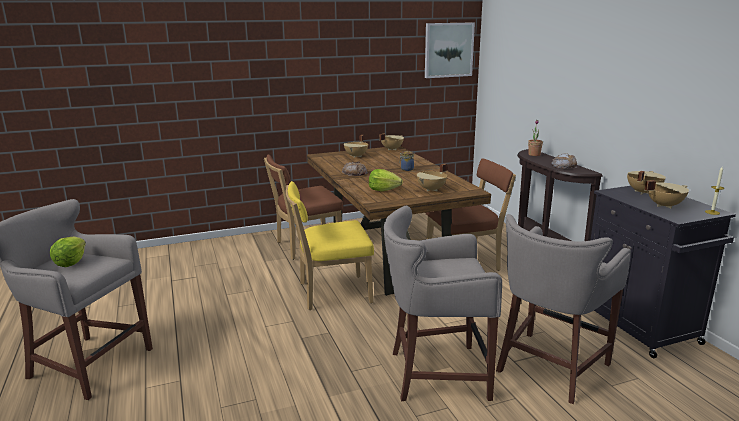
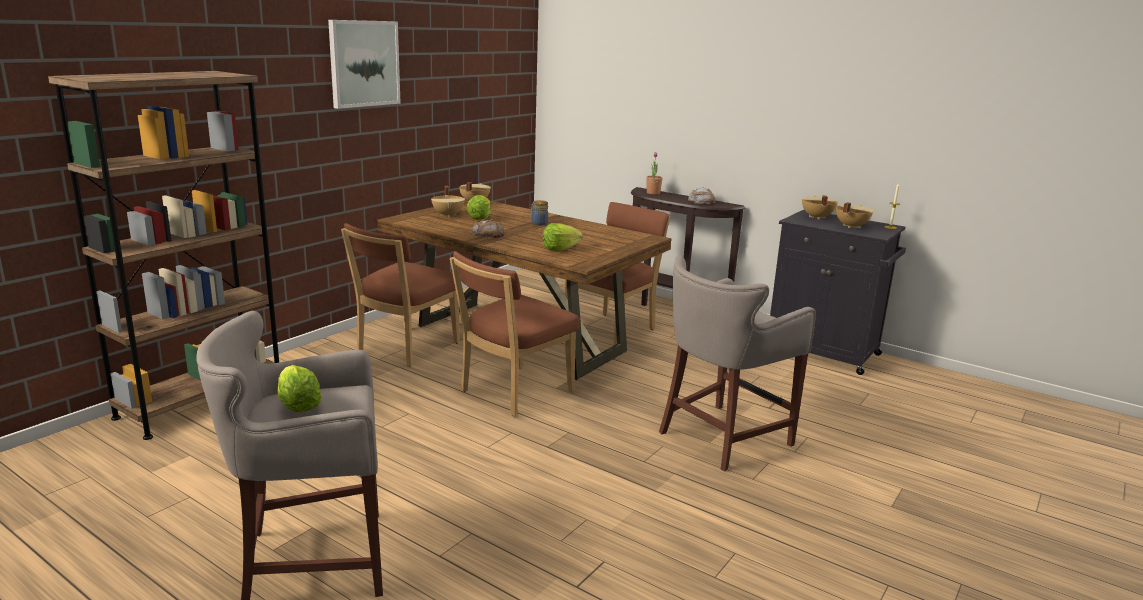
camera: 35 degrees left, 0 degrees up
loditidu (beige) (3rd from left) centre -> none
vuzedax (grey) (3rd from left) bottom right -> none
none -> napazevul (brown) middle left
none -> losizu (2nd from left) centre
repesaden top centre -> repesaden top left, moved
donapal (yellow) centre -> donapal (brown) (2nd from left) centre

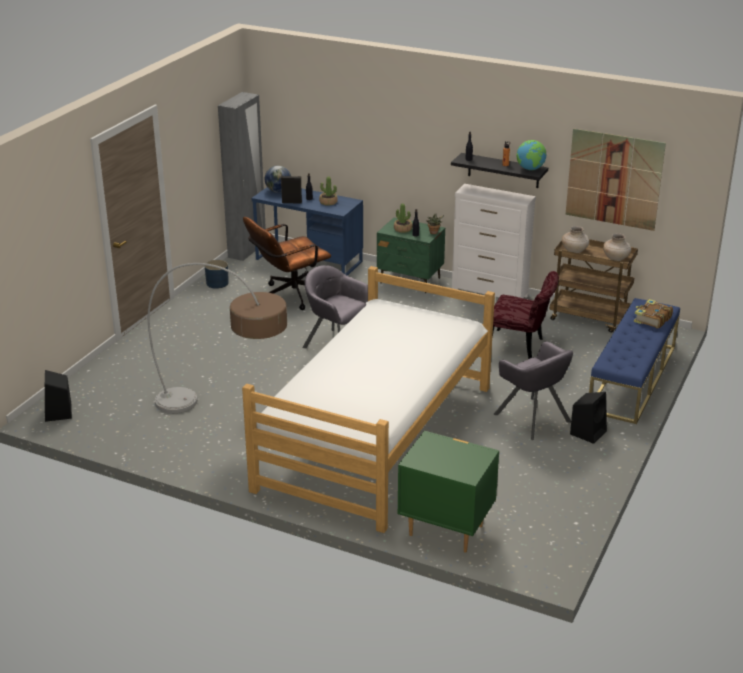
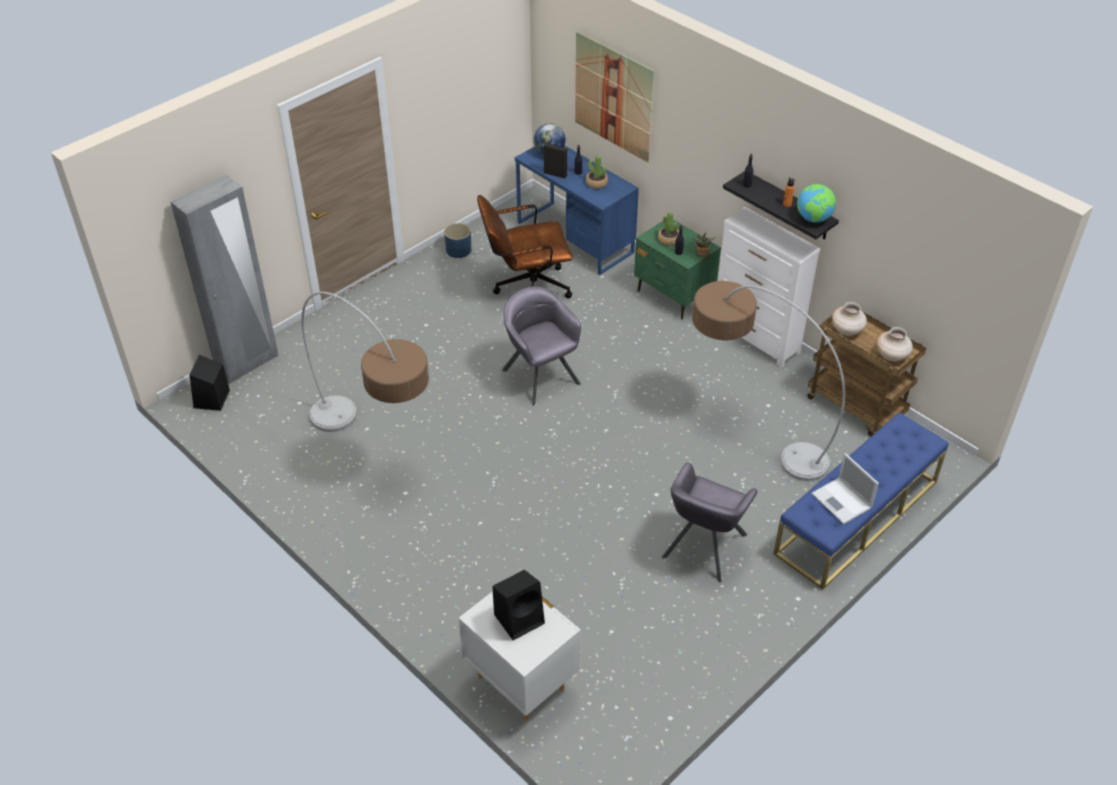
camera: 20 degrees right, 15 degrees up
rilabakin centre -> none
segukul middle right -> none
none -> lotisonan middle right
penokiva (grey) top left -> penokiva (grey) middle left, moved
repesaden top right -> repesaden top centre, moved
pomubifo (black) (3rd from left in the first image) middle right -> pomubifo (black) (2nd from left) bottom centre, moved
donapal (red) middle right -> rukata (2nd from left) middle right
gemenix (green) (2nd from left) bottom centre -> gemenix (white) bottom centre
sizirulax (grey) (2nd from left) middle right -> sizirulax (grey) (2nd from left) centre, 45 degrees clockwise

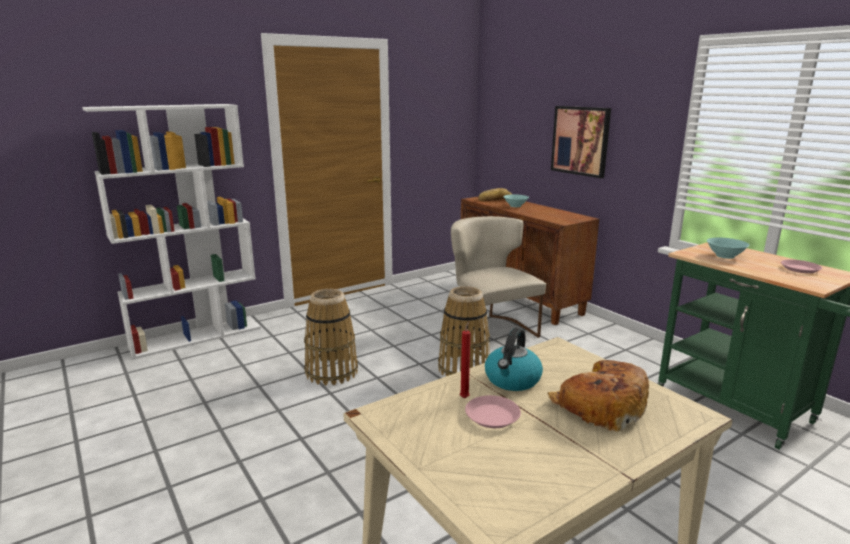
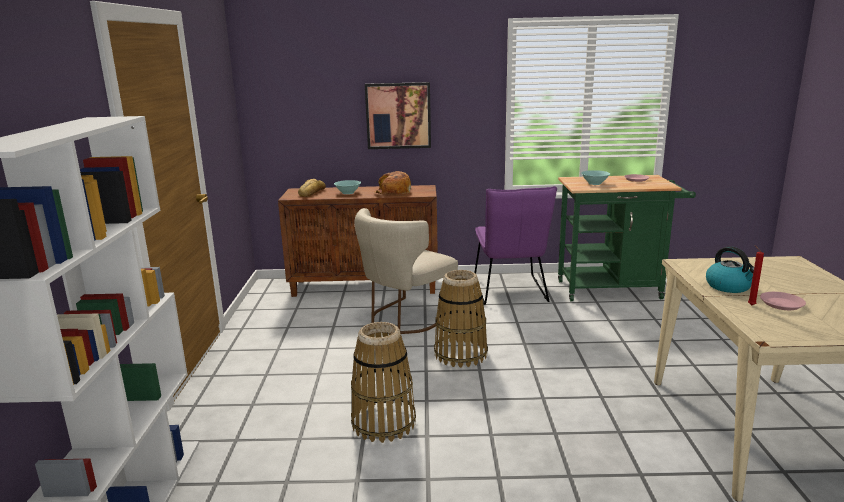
camera: 55 degrees left, 0 degrees up
none -> donapal (purple) centre
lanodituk (2nd from left) bottom right -> lanodituk (2nd from left) centre, moved
donapal (beige) centre, 60 degrees counterclockwise

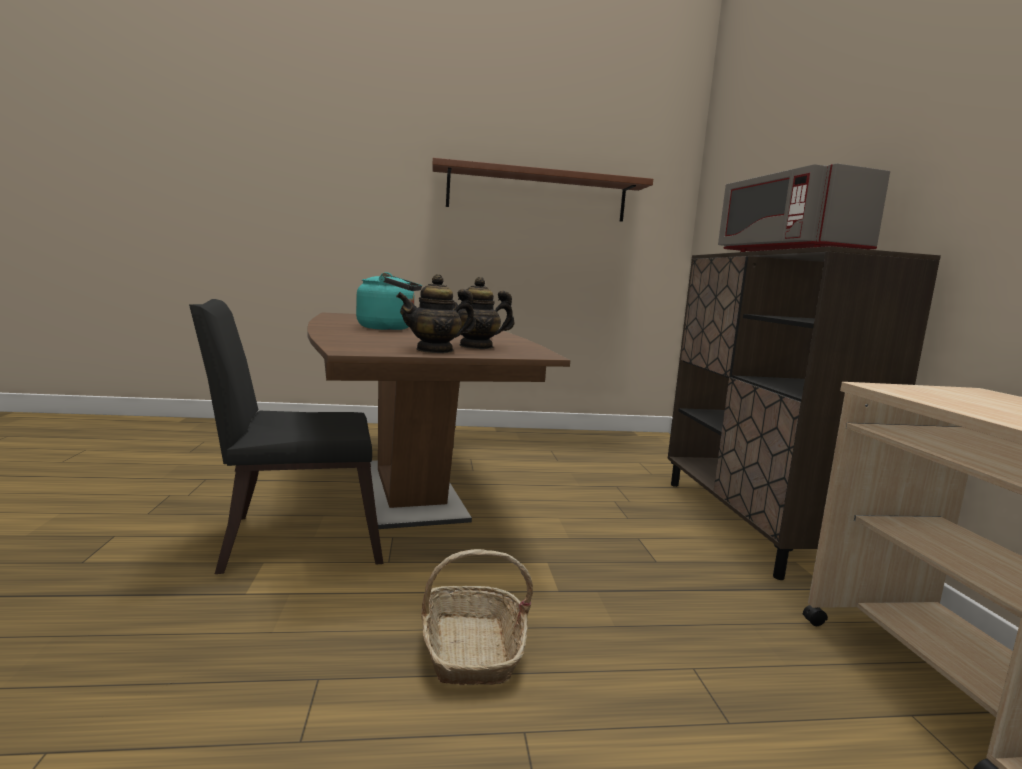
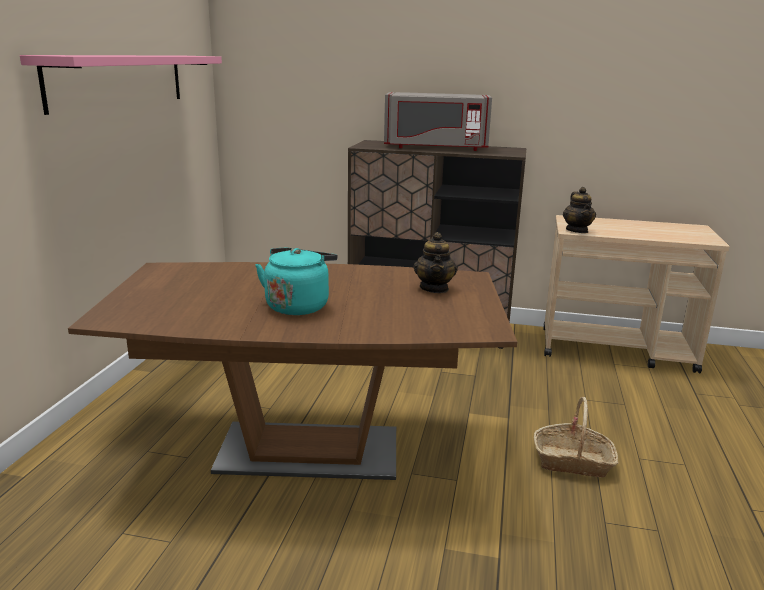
camera: 70 degrees left, 10 degrees up
donapal (black) middle left -> none
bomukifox (1st from left in the first image) centre -> bomukifox (2nd from left) middle right, moved
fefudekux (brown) top centre -> fefudekux (pink) top left

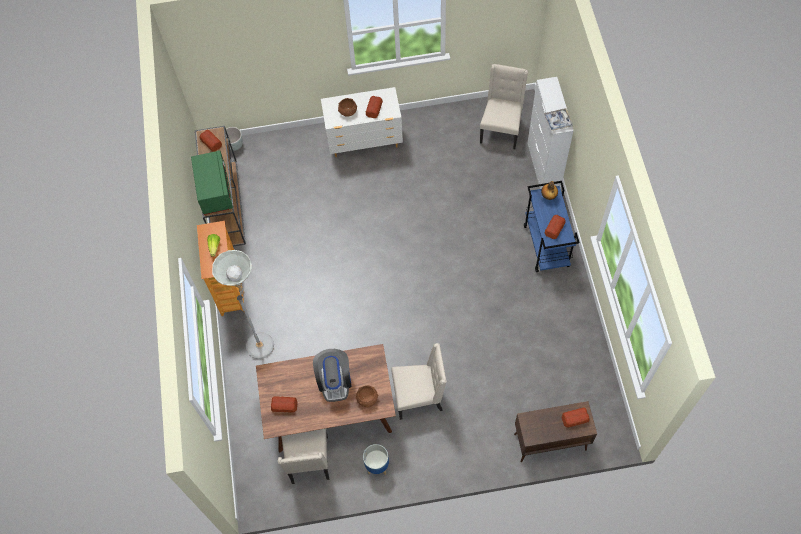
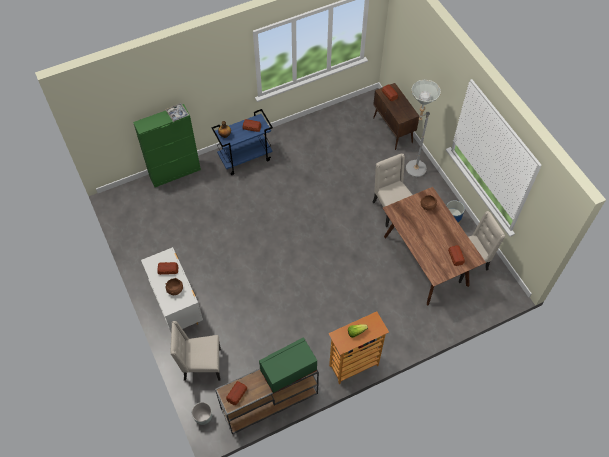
camera: 110 degrees left, 5 degrees down
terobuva bottom centre -> none
rukata (grey) middle left -> rukata (grey) top right, moved
donapal (beige) (3rd from left in the first image) top centre -> donapal (beige) (1st from left) bottom left, moved
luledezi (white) top right -> luledezi (green) top left

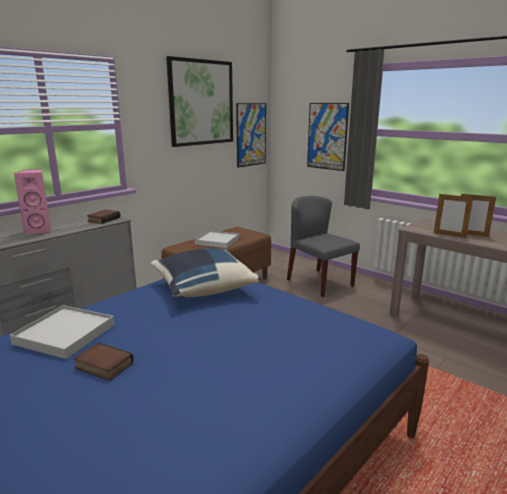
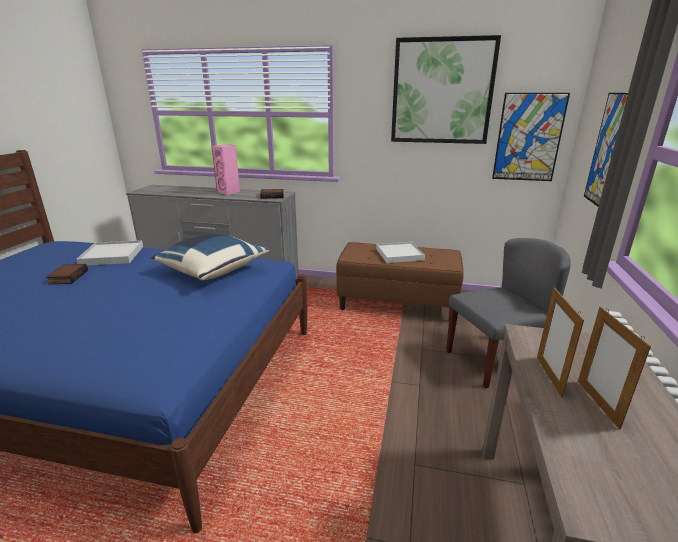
camera: 60 degrees right, 5 degrees up
donapal (grey) centre -> donapal (grey) middle right, 45 degrees clockwise

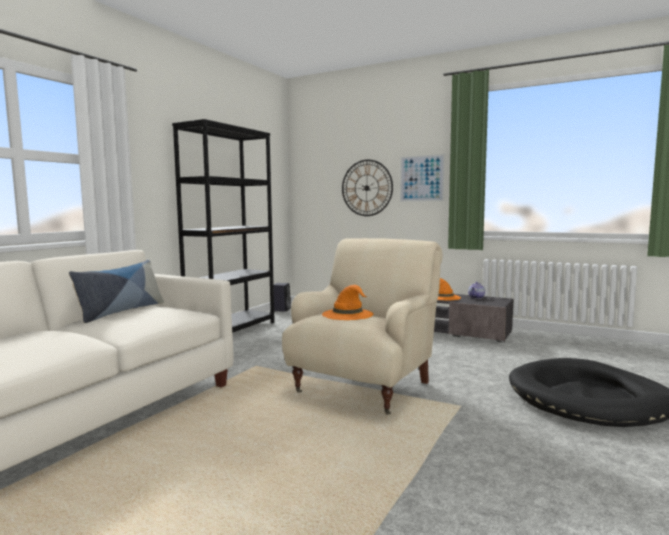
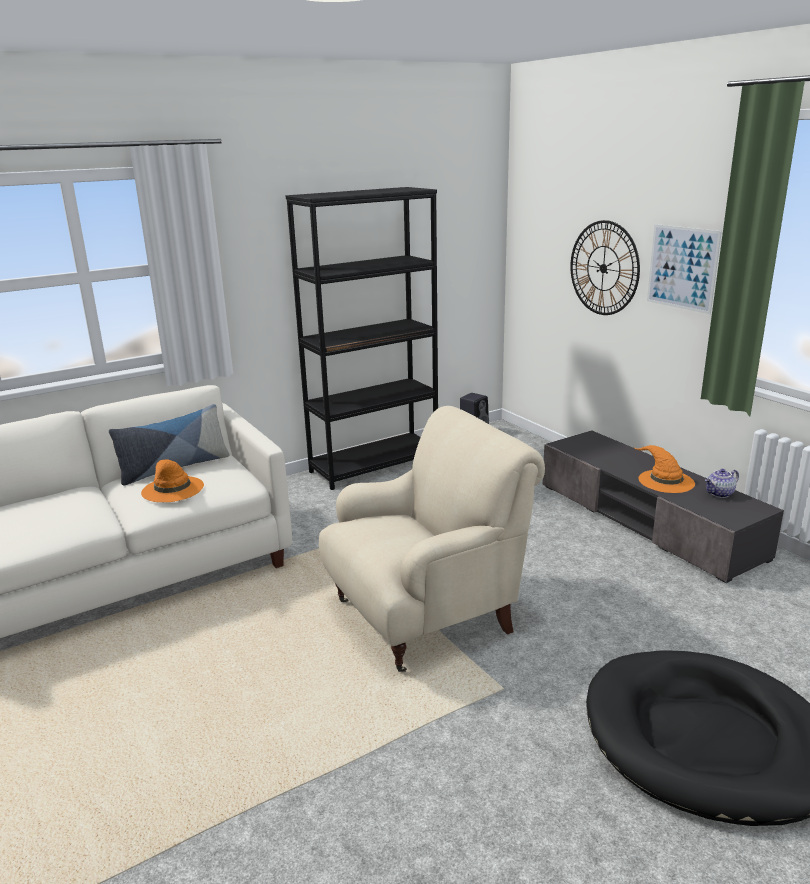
camera: 30 degrees right, 15 degrees up
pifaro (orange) (1st from left) centre -> pifaro (orange) (1st from left) middle left, moved

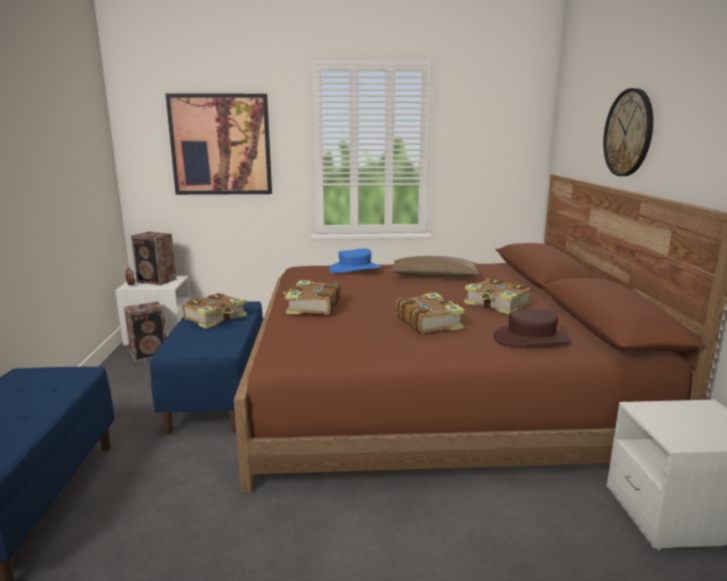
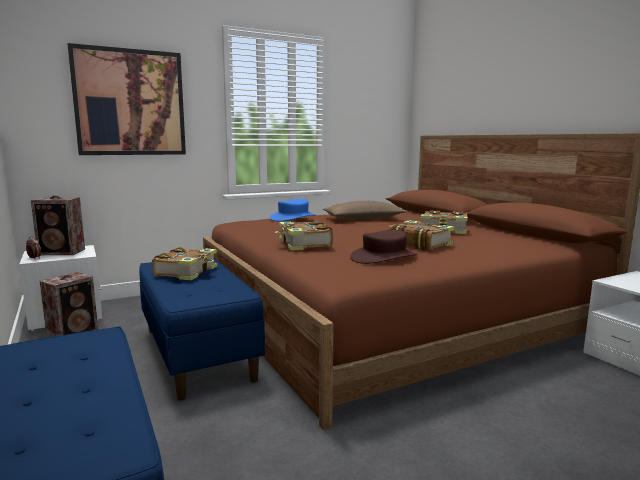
camera: 25 degrees left, 5 degrees down
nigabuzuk top right -> none
pifaro (brown) middle right -> pifaro (brown) centre, moved

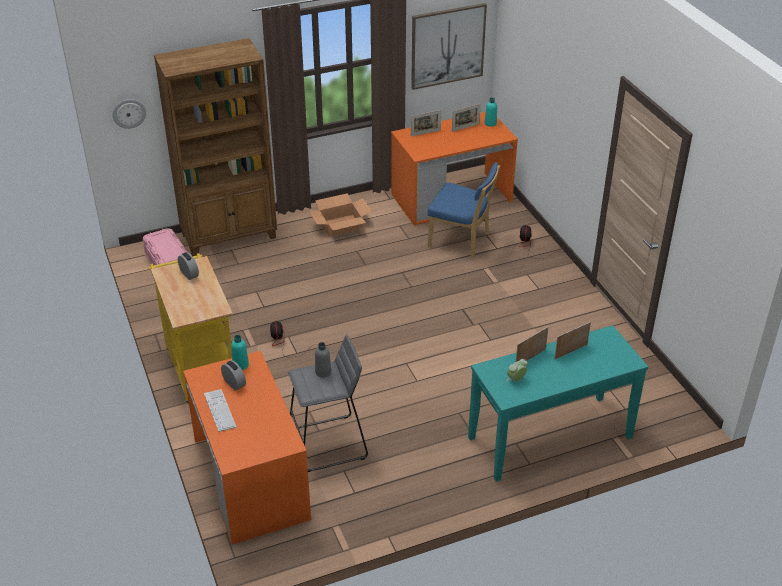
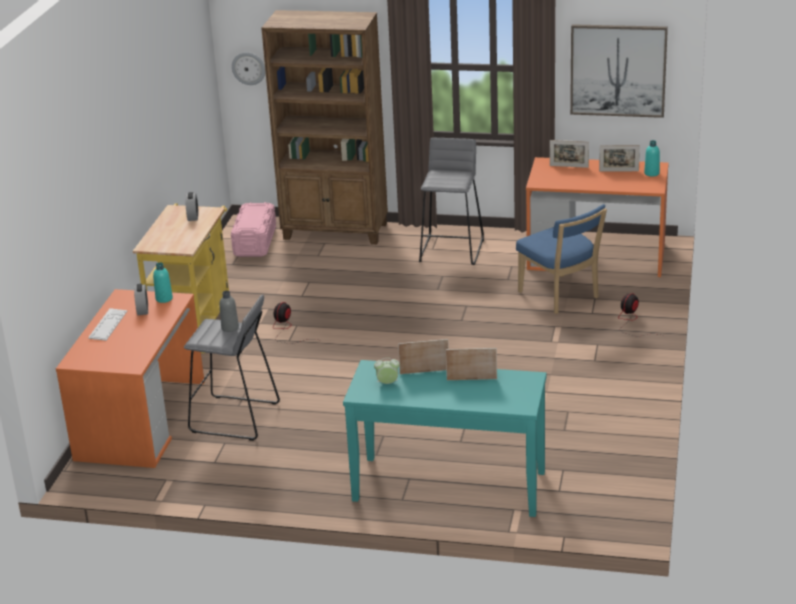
camera: 35 degrees right, 10 degrees down
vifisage centre -> vuzedax (grey) (2nd from left) top centre

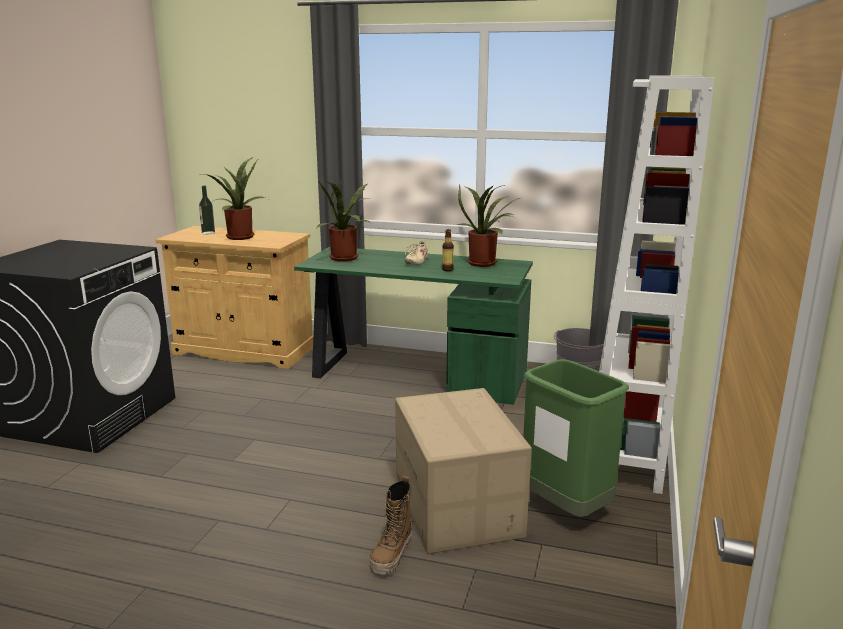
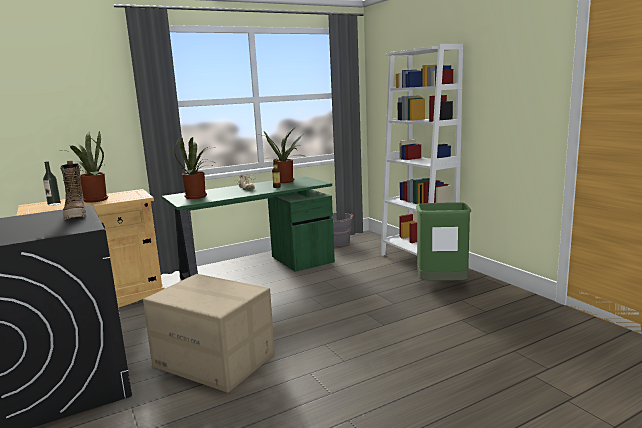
camera: 45 degrees left, 5 degrees down
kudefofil bottom centre -> kudefofil middle left, moved
vifisage bottom centre -> vifisage bottom left, moved

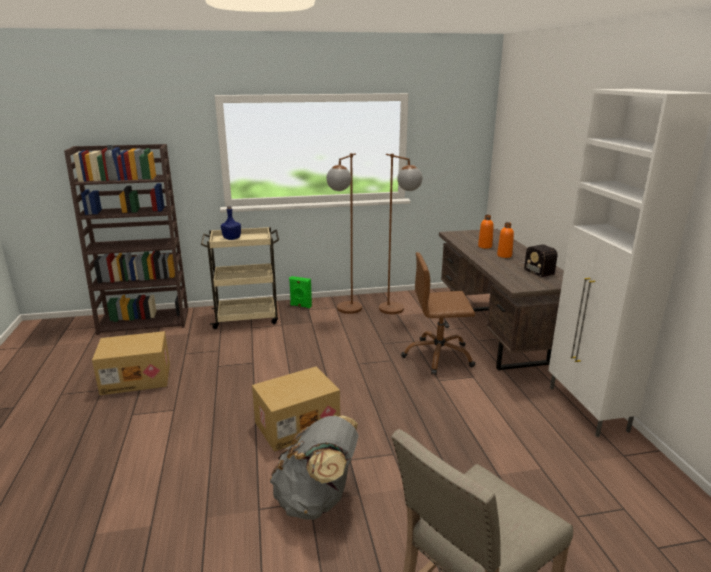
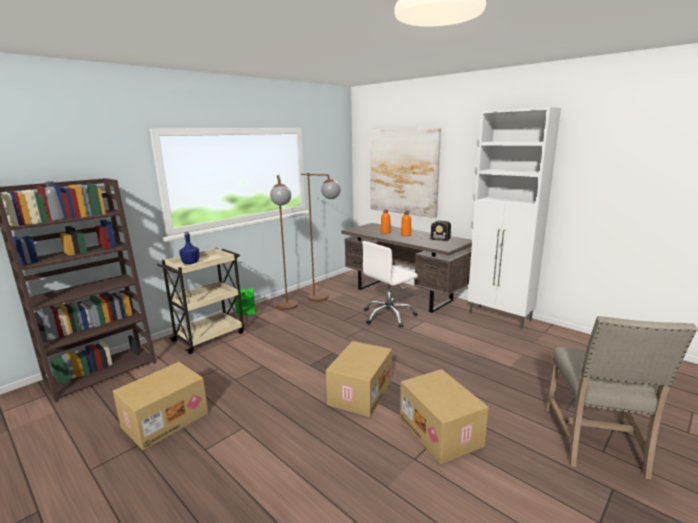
camera: 35 degrees left, 5 degrees down
none -> repesaden top centre
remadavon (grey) bottom centre -> vifisage (3rd from left) bottom centre
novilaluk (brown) centre -> novilaluk (white) centre

